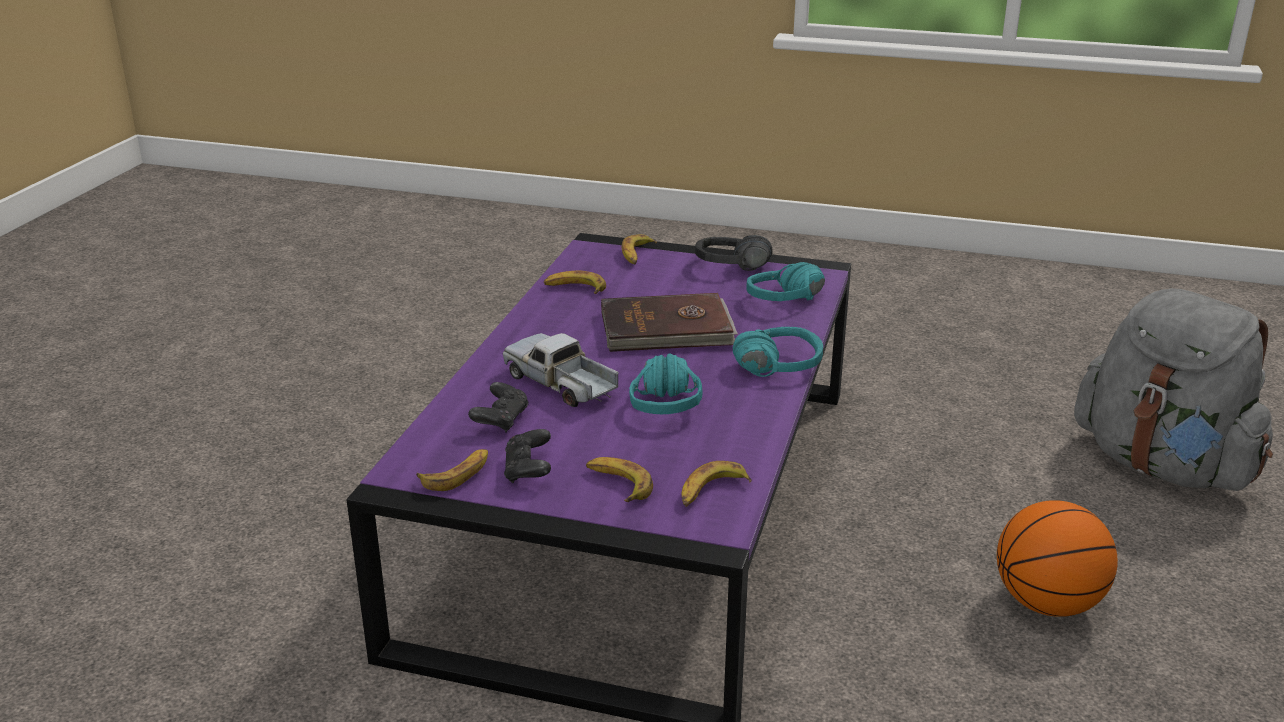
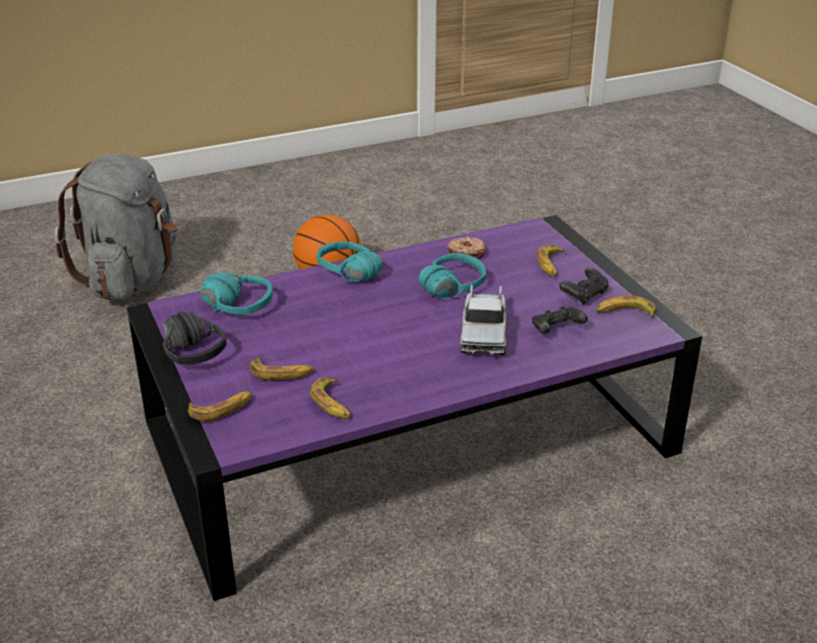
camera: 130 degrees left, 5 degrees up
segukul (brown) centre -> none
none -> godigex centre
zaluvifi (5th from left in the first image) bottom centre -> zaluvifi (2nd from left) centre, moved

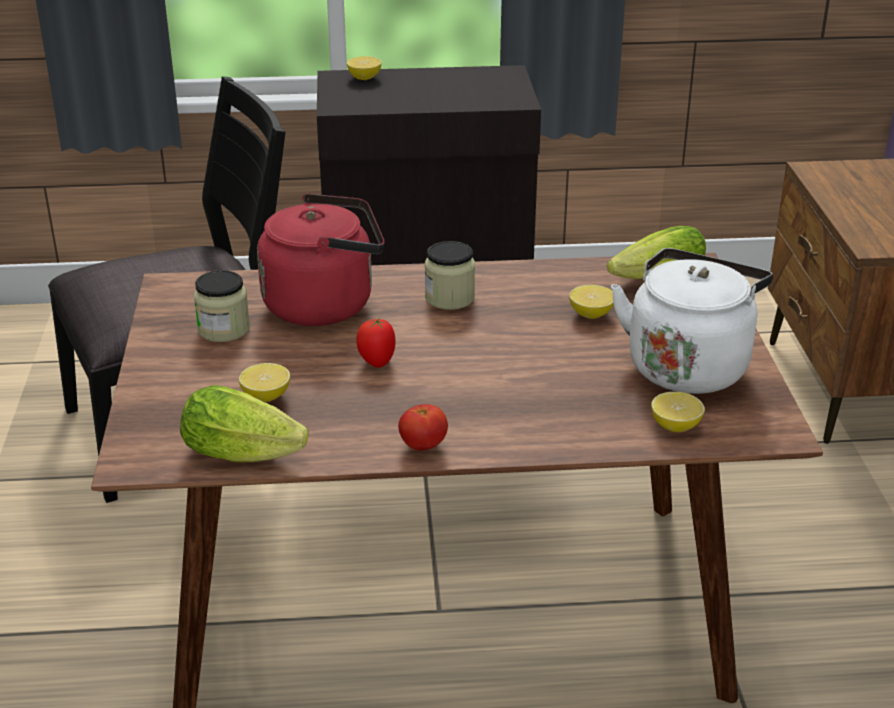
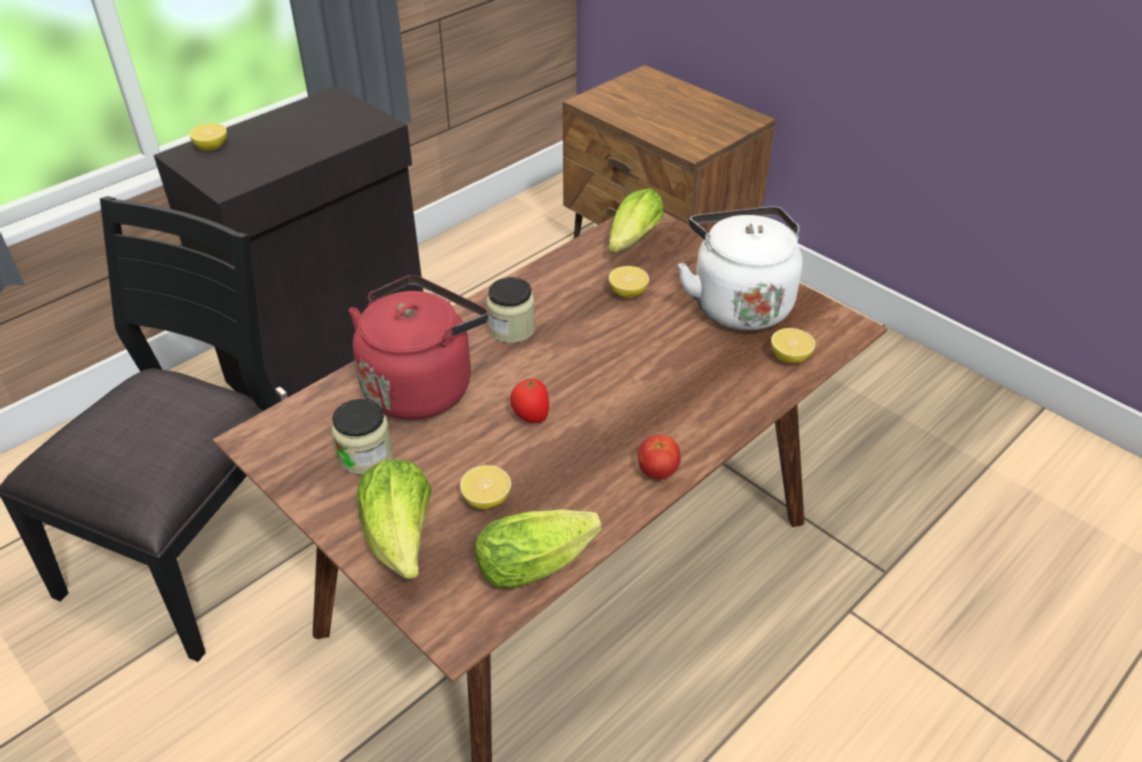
camera: 40 degrees left, 10 degrees up
none -> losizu (1st from left) bottom centre

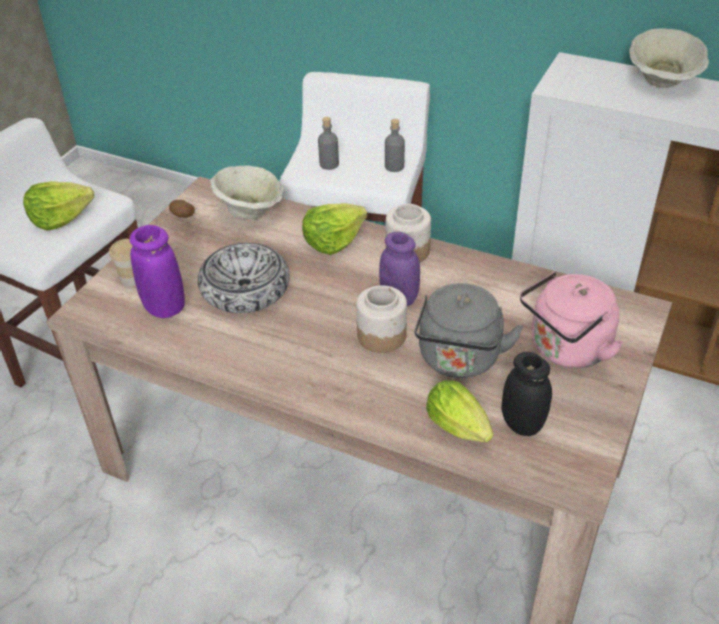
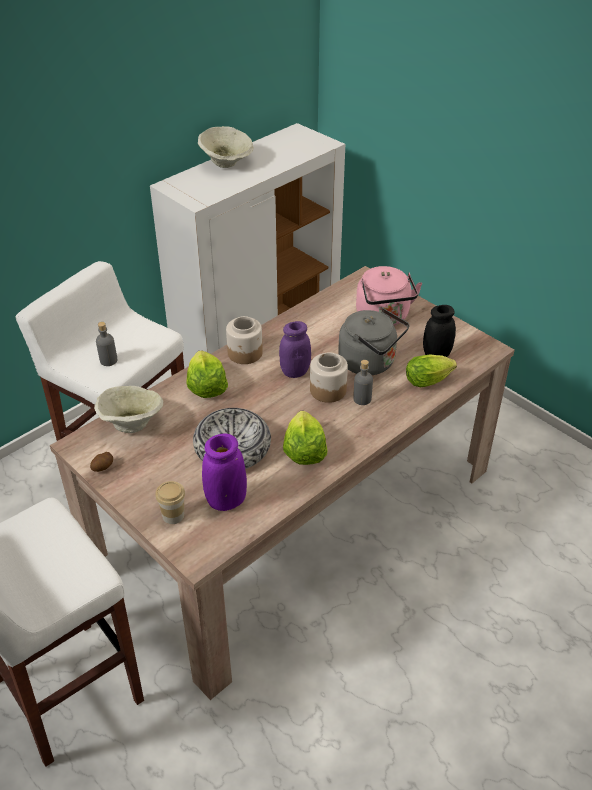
camera: 70 degrees left, 0 degrees up
losizu (1st from left in the first image) top left -> losizu (2nd from left) centre, moved
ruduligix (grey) (2nd from left) top centre -> ruduligix (grey) (2nd from left) centre, moved

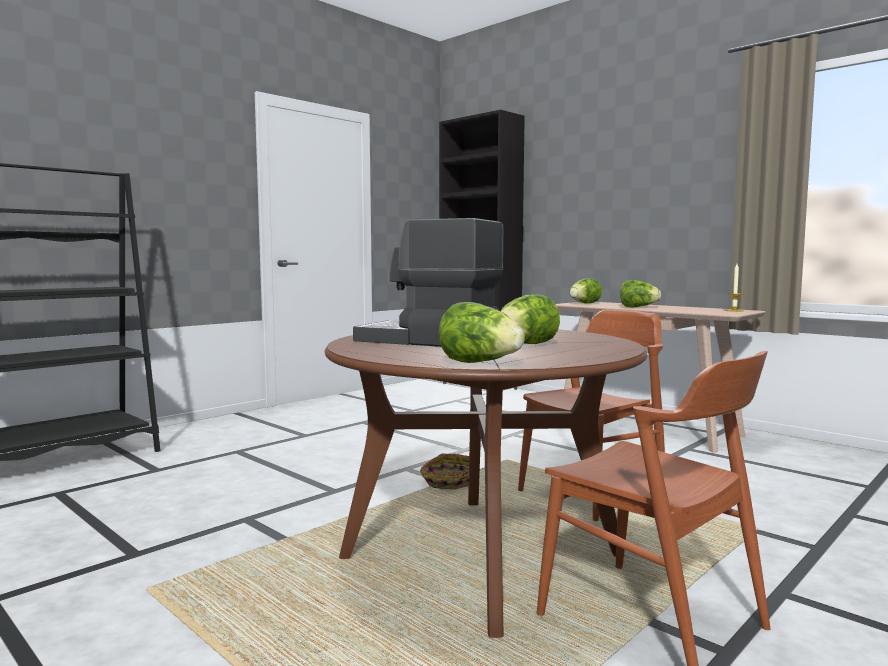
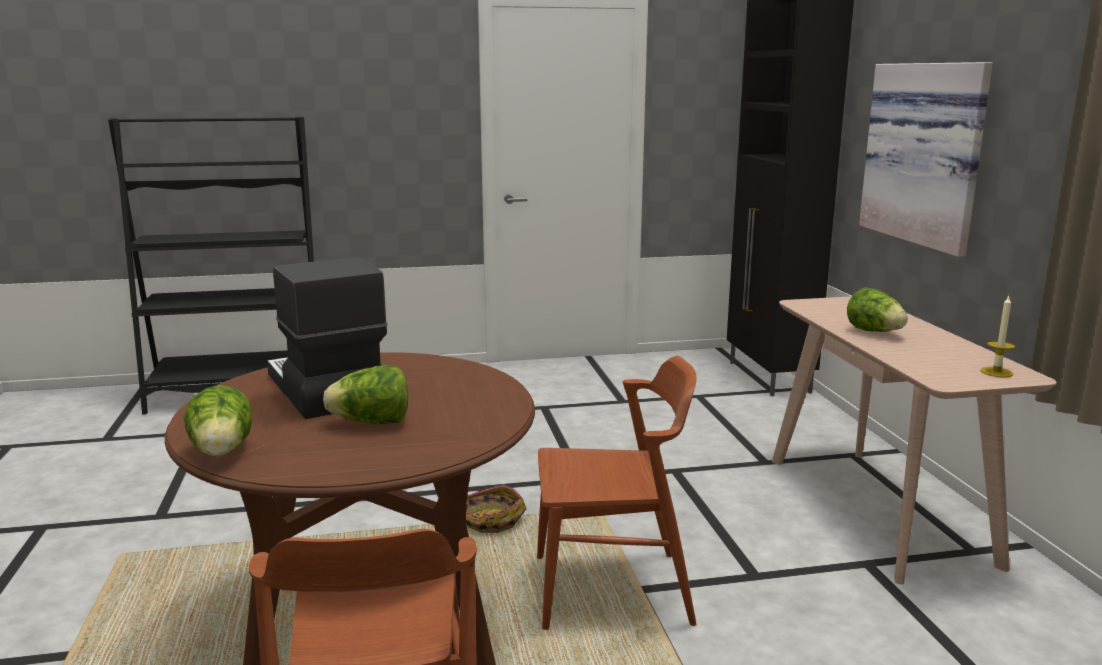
camera: 35 degrees right, 10 degrees up
losizu (3rd from left) centre -> none
none -> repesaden top right

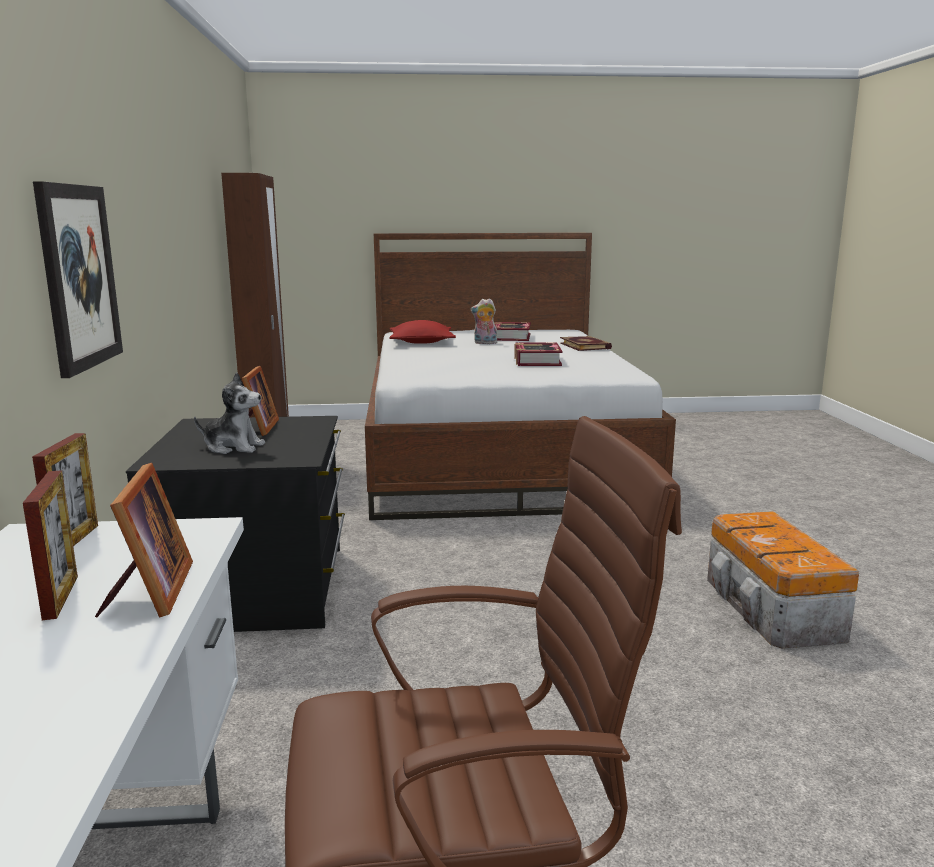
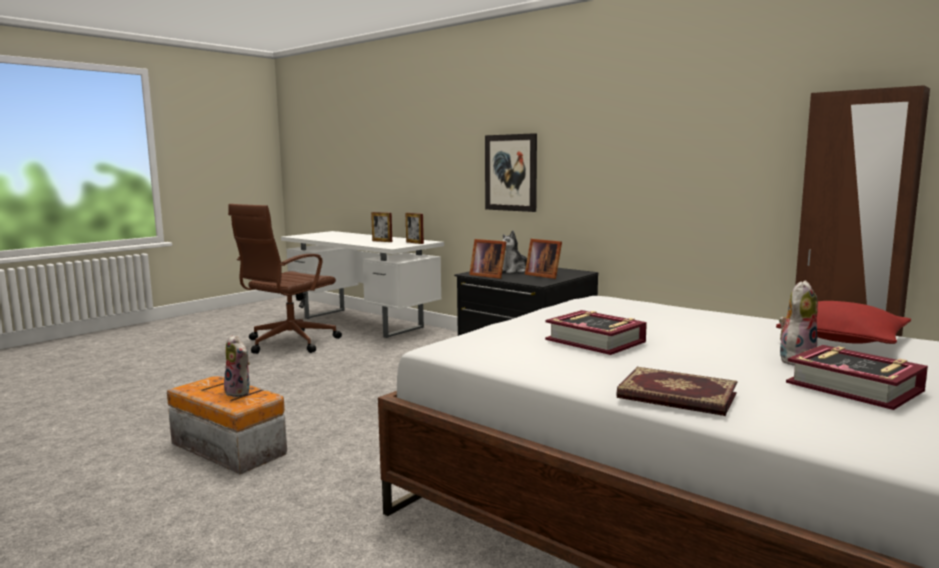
camera: 135 degrees right, 5 degrees down
none -> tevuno (1st from left) middle left
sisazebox (3rd from left) middle left -> sisazebox (3rd from left) centre, moved

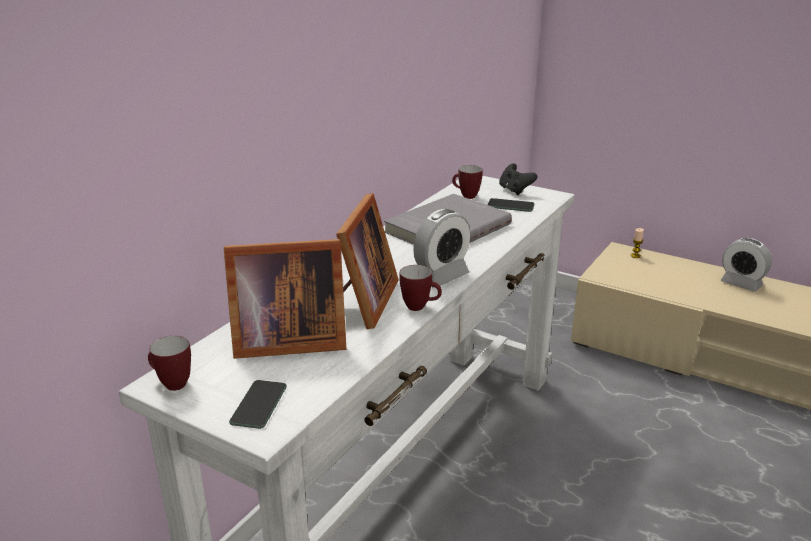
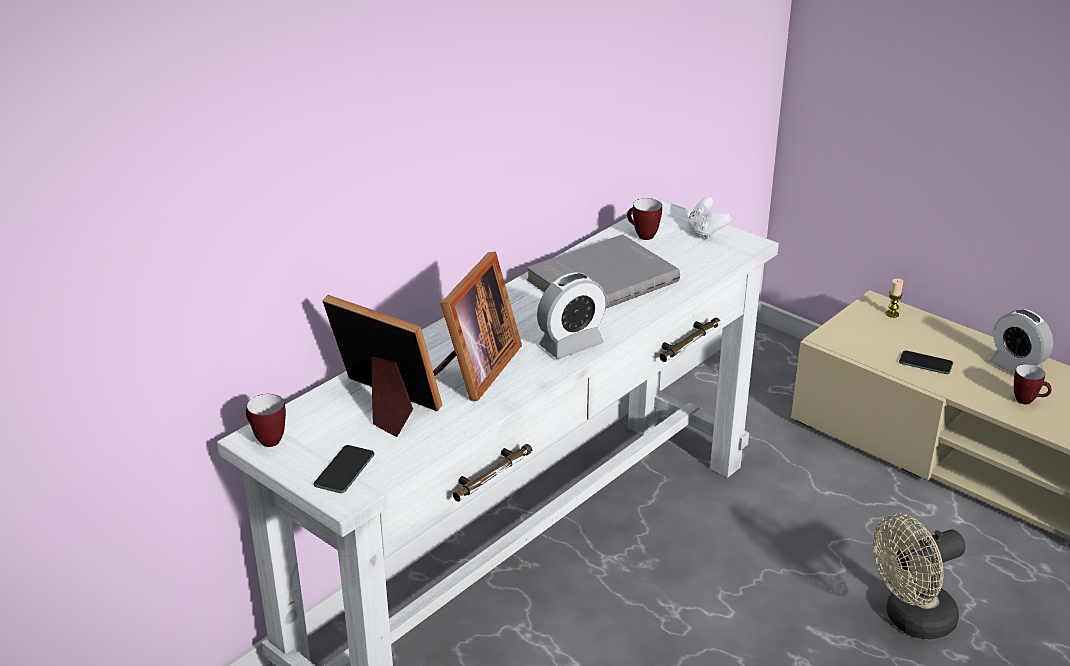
camera: 10 degrees right, 5 degrees up
none -> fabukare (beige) bottom right
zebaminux (2nd from left in the first image) centre -> zebaminux (3rd from left) middle right, moved
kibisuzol (2nd from left) centre -> kibisuzol (2nd from left) middle right, moved
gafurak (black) top centre -> gafurak (white) top centre
sisazebox (1st from left) centre, 150 degrees counterclockwise

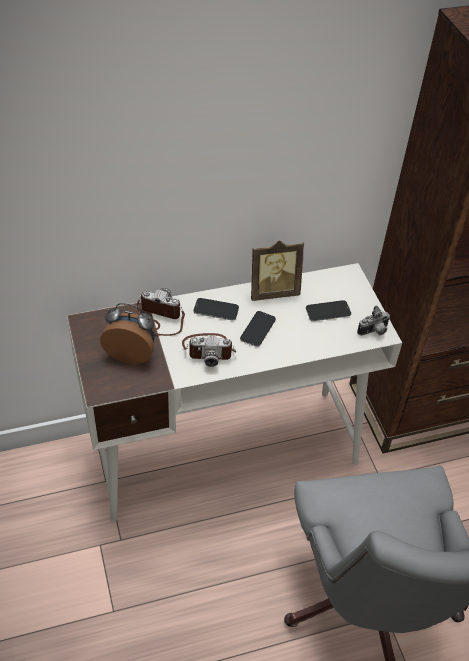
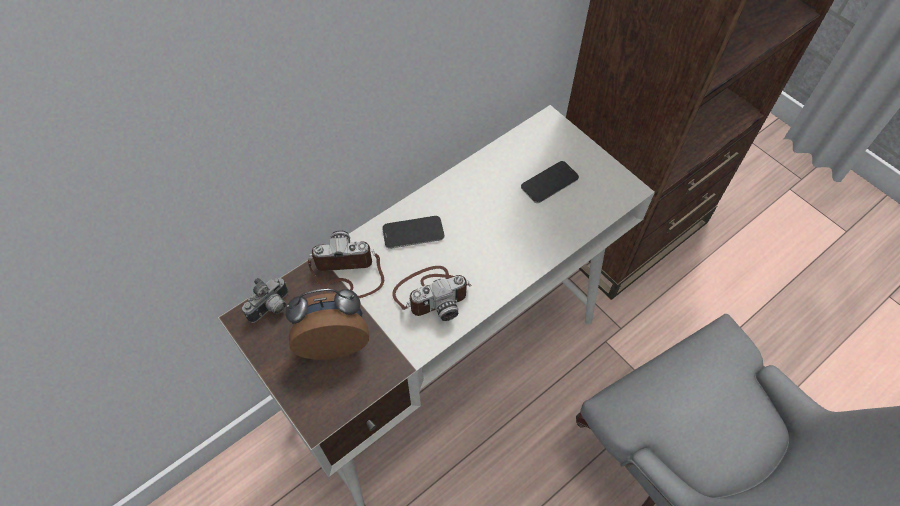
camera: 20 degrees left, 10 degrees up
kibisuzol (2nd from left) centre -> none
sisazebox centre -> none
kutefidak (3rd from left in the first image) middle right -> kutefidak (1st from left) middle left, moved

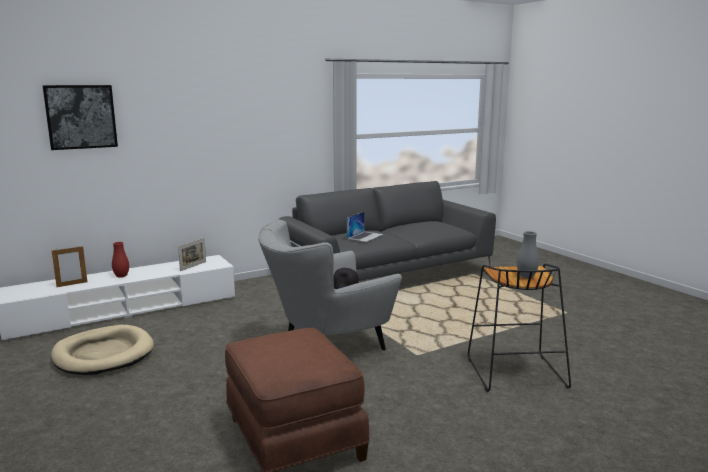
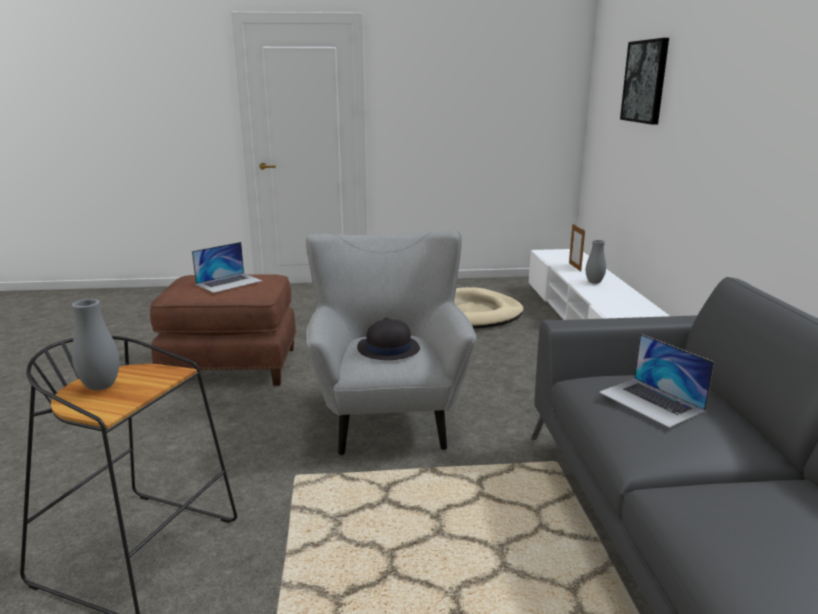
camera: 115 degrees right, 5 degrees up
sisazebox (2nd from left) middle left -> none
none -> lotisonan (1st from left) middle left
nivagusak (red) middle left -> nivagusak (grey) (2nd from left) middle right

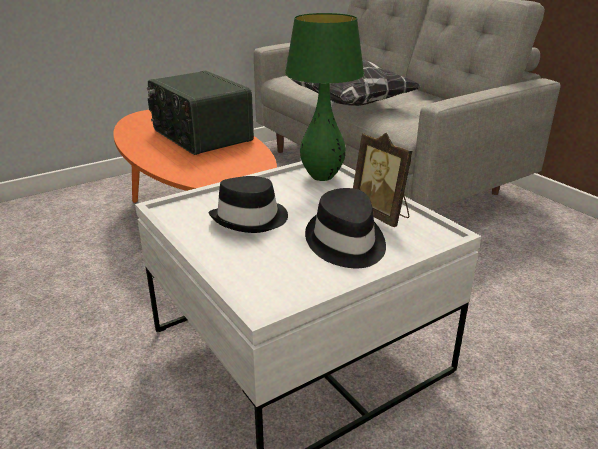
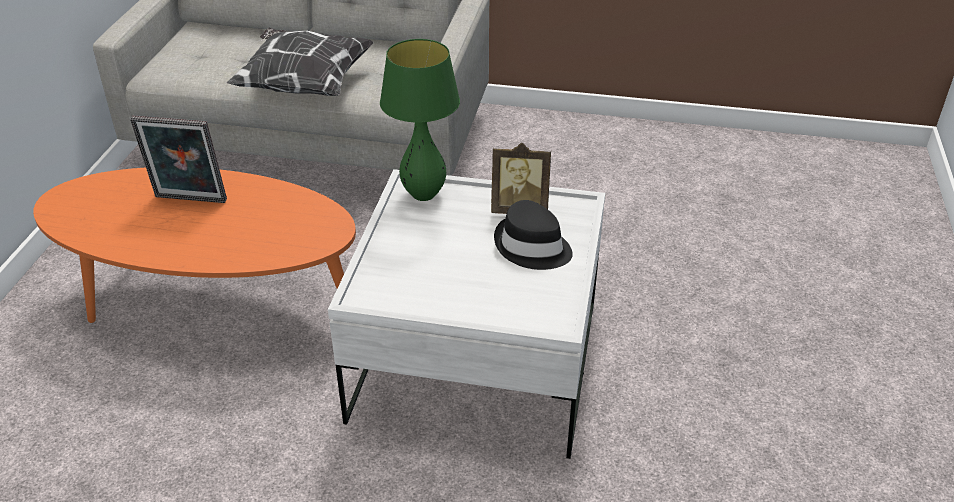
camera: 45 degrees left, 10 degrees up
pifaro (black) (1st from left) centre -> none
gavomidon top centre -> sisazebox (1st from left) top left

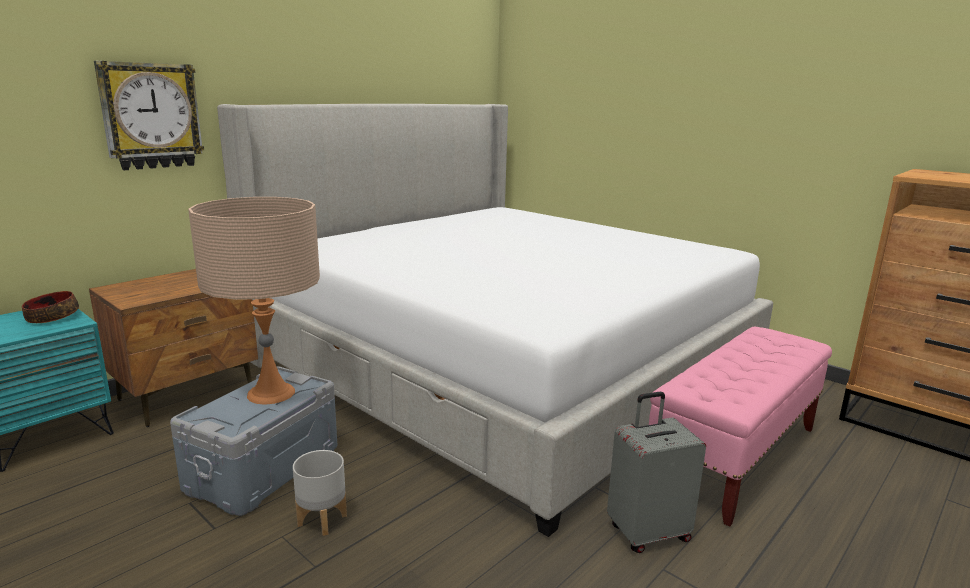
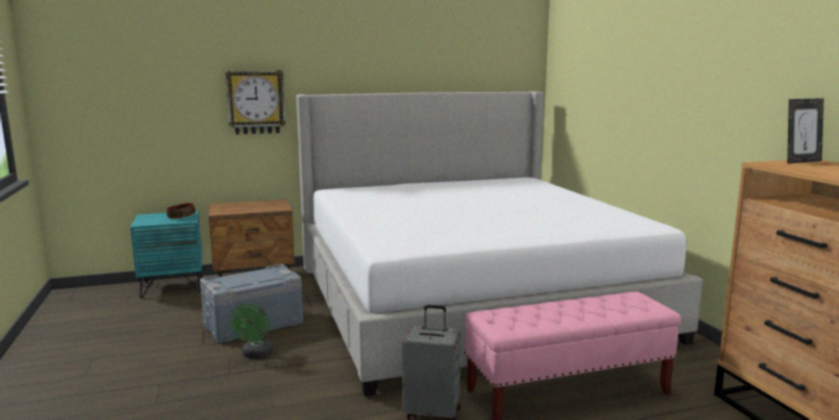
camera: 30 degrees right, 5 degrees down
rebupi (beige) middle left -> none
none -> sisazebox top right
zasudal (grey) bottom left -> fabukare (green) bottom left

